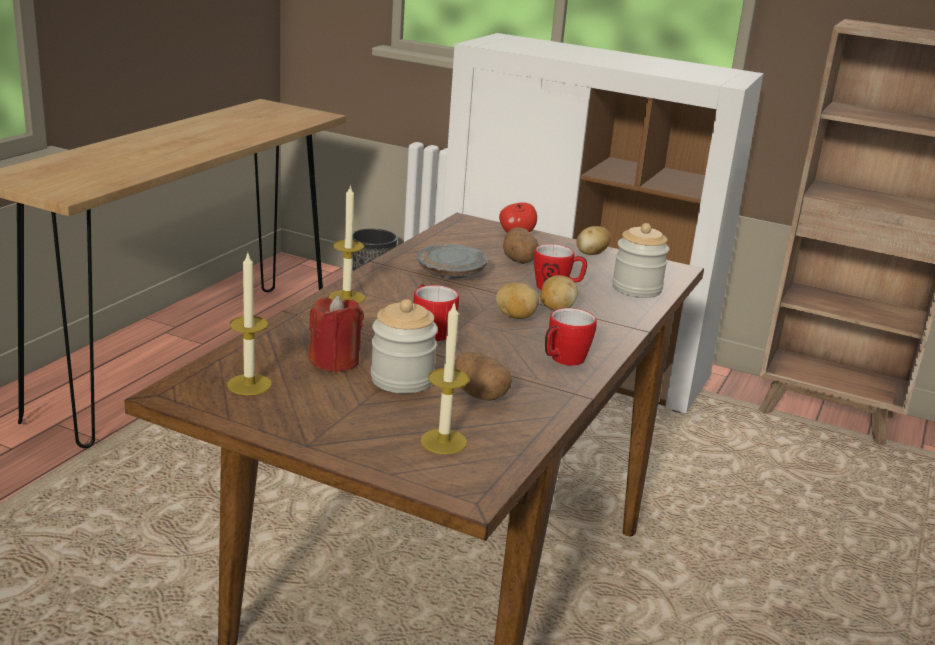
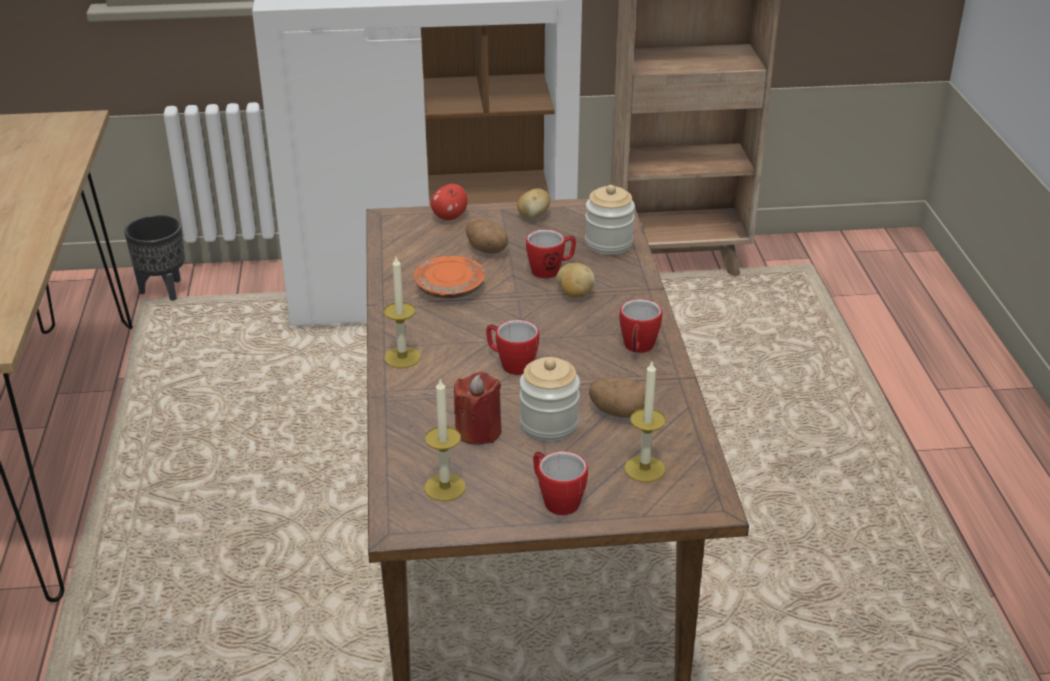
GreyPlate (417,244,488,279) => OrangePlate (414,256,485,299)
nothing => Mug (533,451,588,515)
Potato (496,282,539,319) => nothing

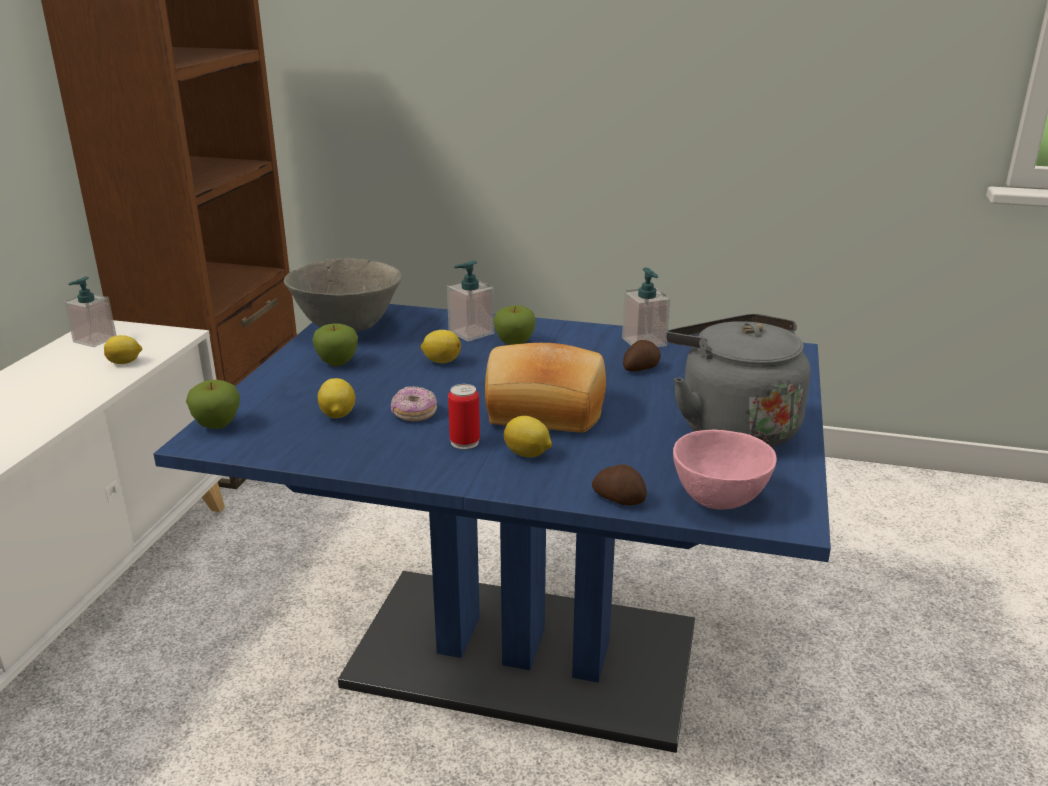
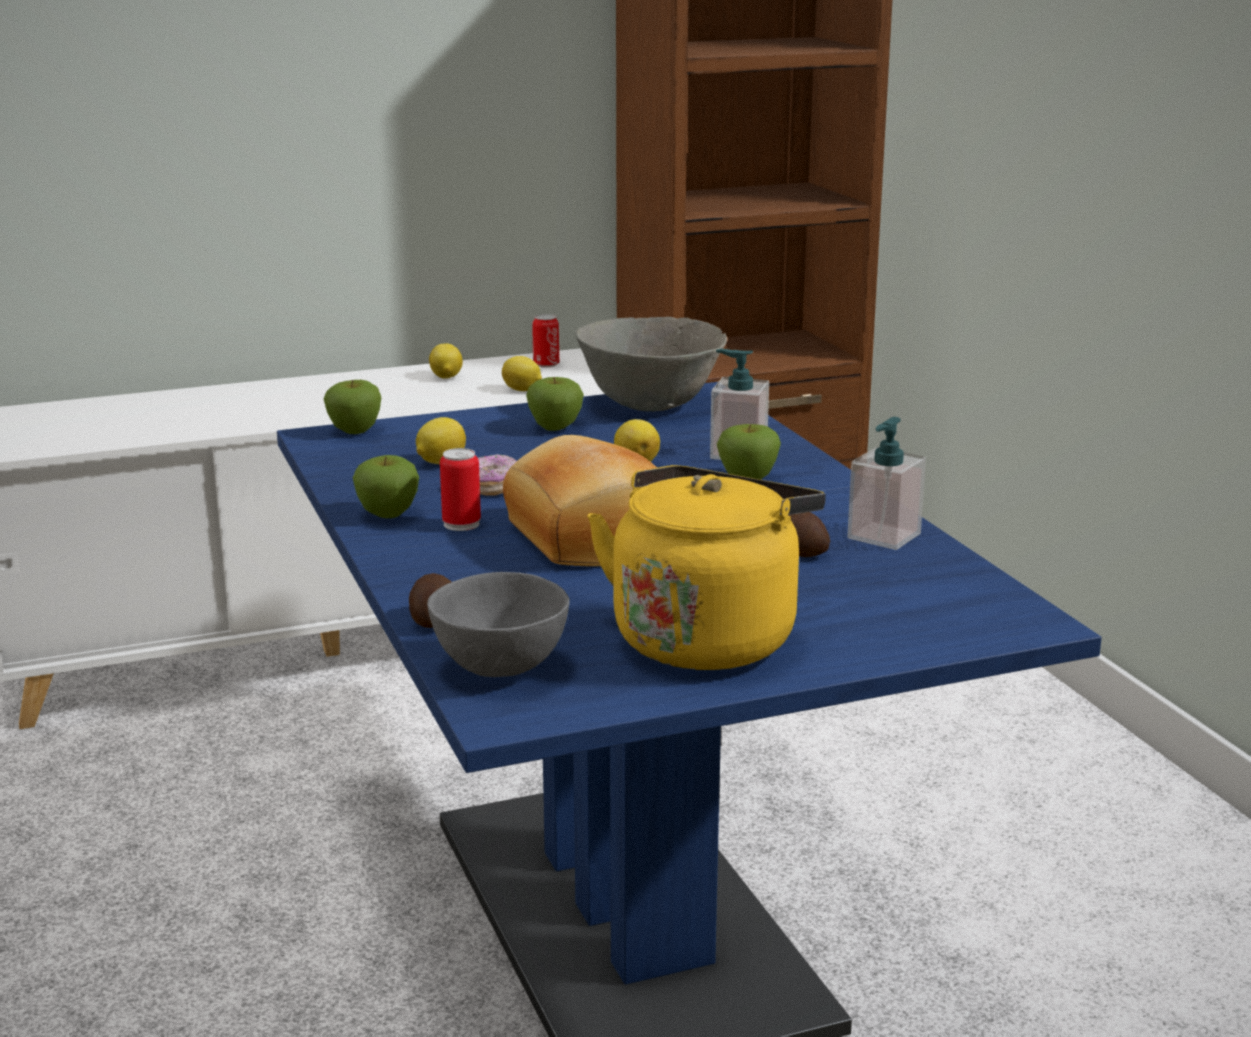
nothing => Apple (353,455,419,518)
PinkBowl (673,429,777,509) => GreyBowl (427,572,570,677)
Lemon (504,416,552,457) => Lemon (429,343,463,379), moved
SoapDispenser (64,276,117,347) => Can (532,314,559,367)
GreyKettle (666,314,810,448) => YellowKettle (587,465,826,670)

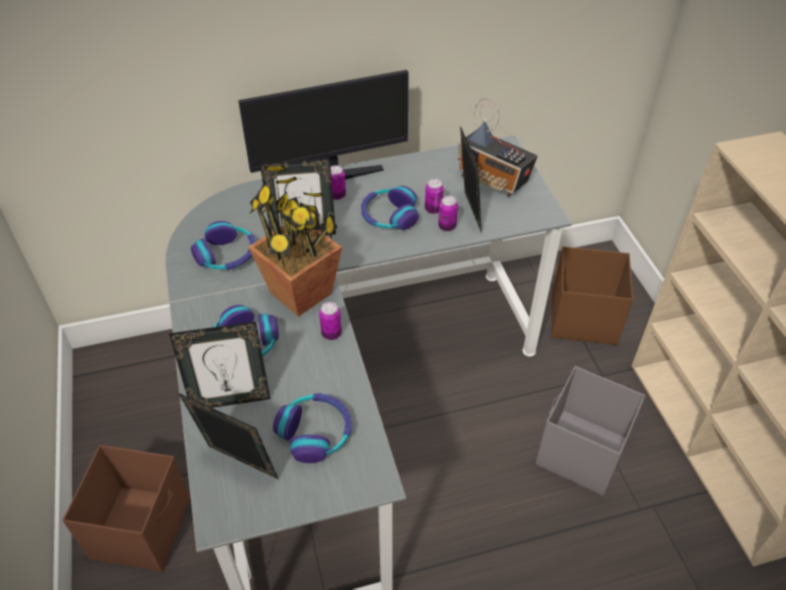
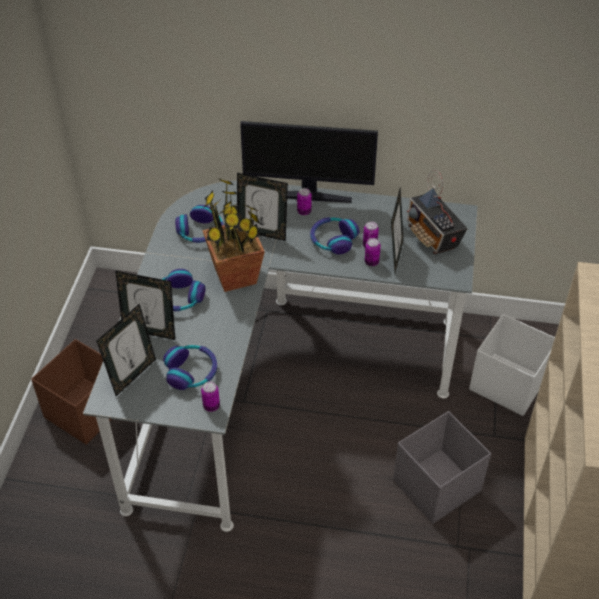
PictureFrame (178,393,278,479) => PictureFrame (96,303,156,396), 75 degrees clockwise
Can (319,302,342,340) => Can (201,381,220,412), moved
BrownStorageBox (551,246,633,345) => WhiteStorageBox (469,314,555,416)

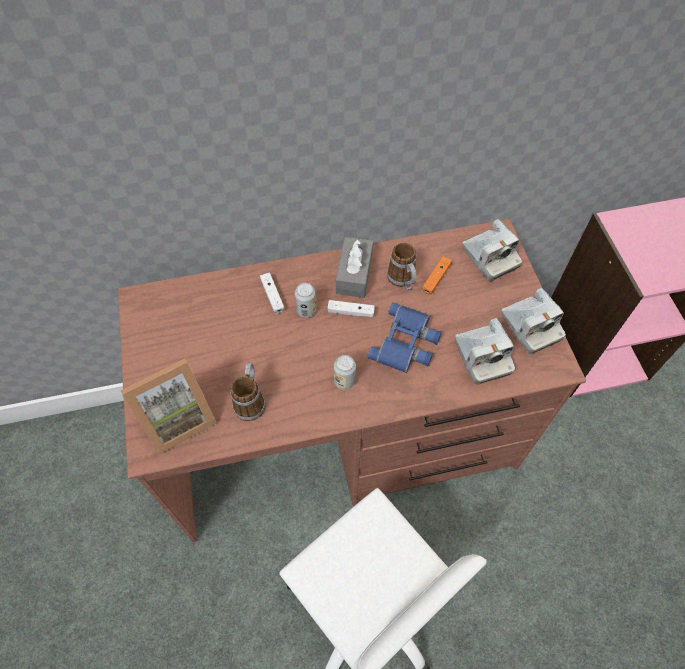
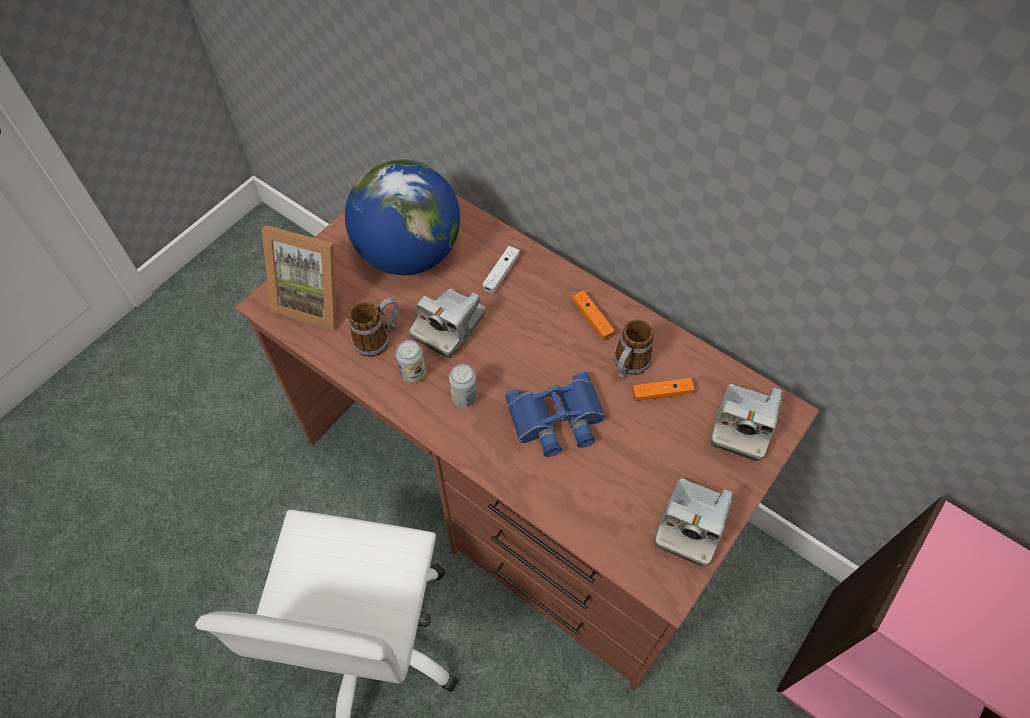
nothing => Globe (345,159,460,275)
Can (295,283,316,318) => Can (396,340,426,383), moved
PhotoCamera (455,318,515,385) => PhotoCamera (410,289,486,358), moved
GreyTissueBox (336,237,373,298) => OrangeGameController (572,290,615,341)
WhiteGameController (327,300,375,317) => nothing

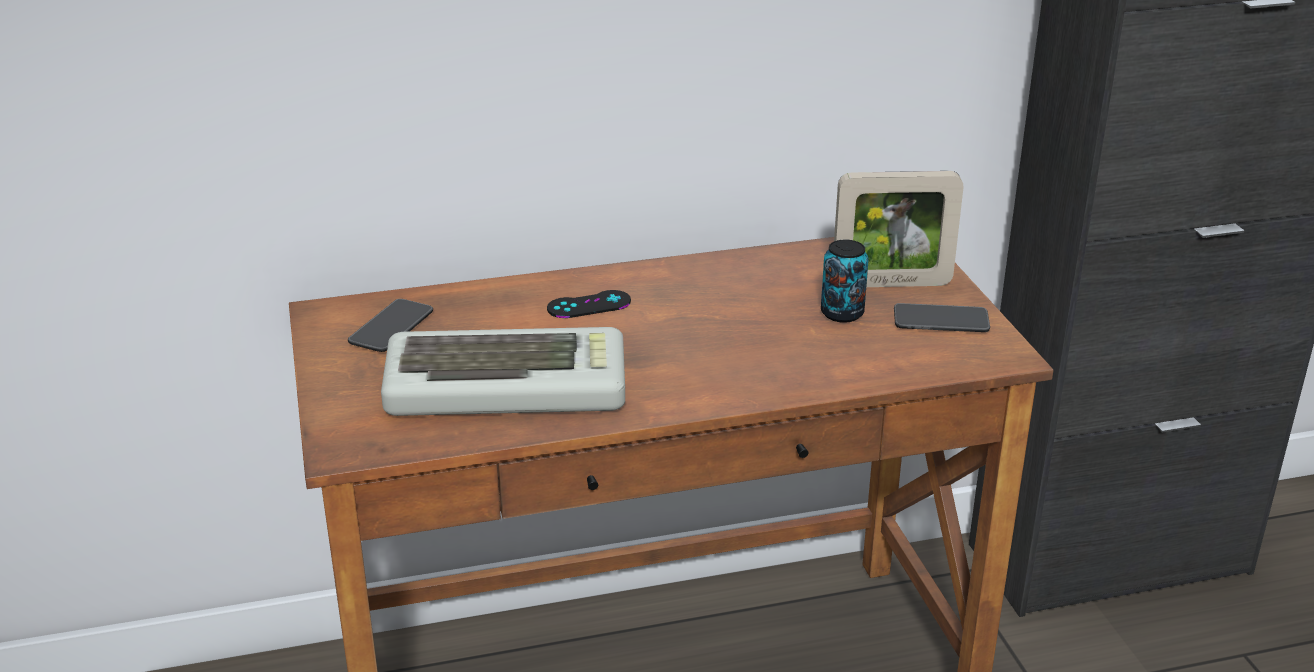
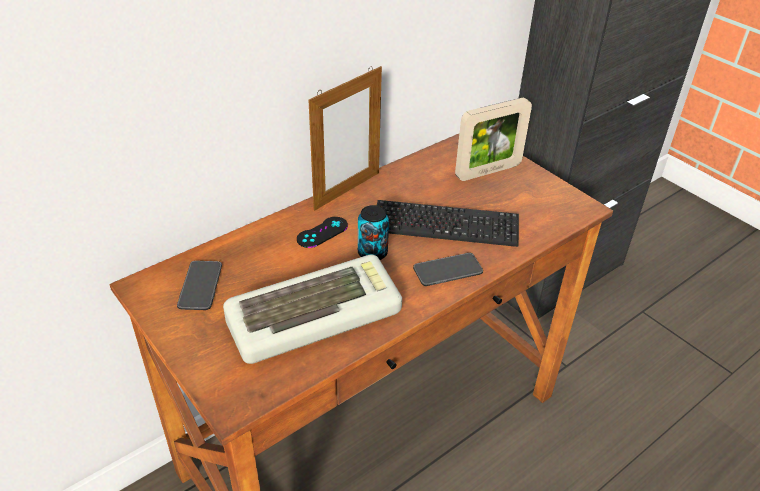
nothing => PictureFrame (308,66,382,211)
Can (821,240,869,323) => Can (358,205,389,260), moved
nothing => Keyboard (377,200,519,247)
Phone (894,303,990,332) => Phone (413,253,483,286), moved

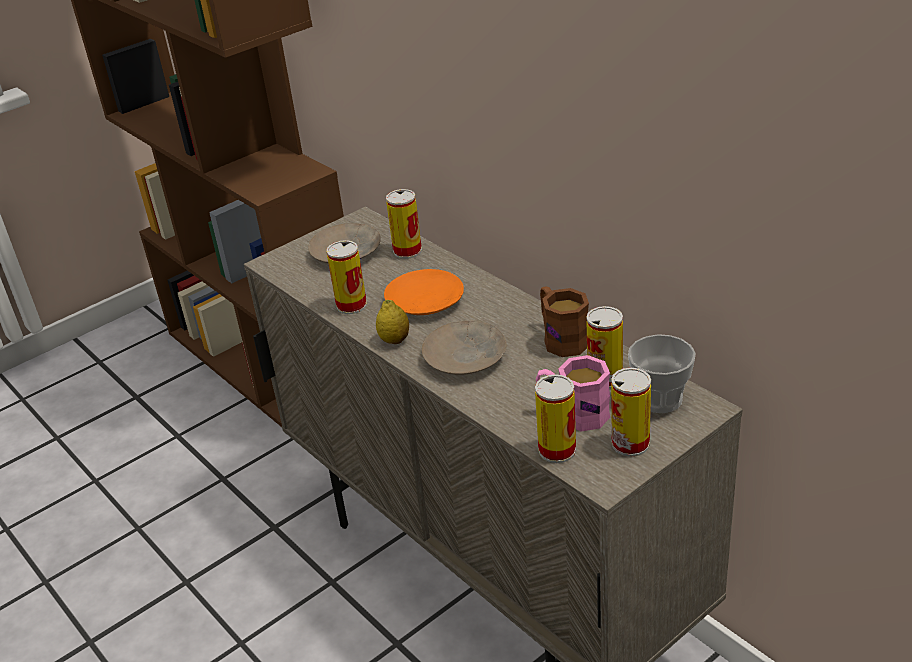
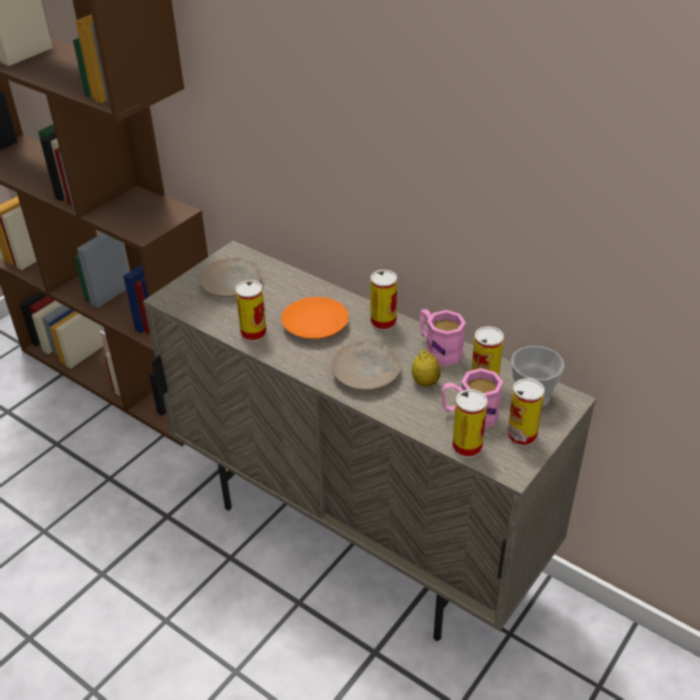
Can (386,189,422,259) => Can (370,270,397,331), moved
Lemon (376,300,409,344) => Lemon (412,350,440,386), moved
BrownMug (540,286,589,357) => PinkMug (420,309,466,367)

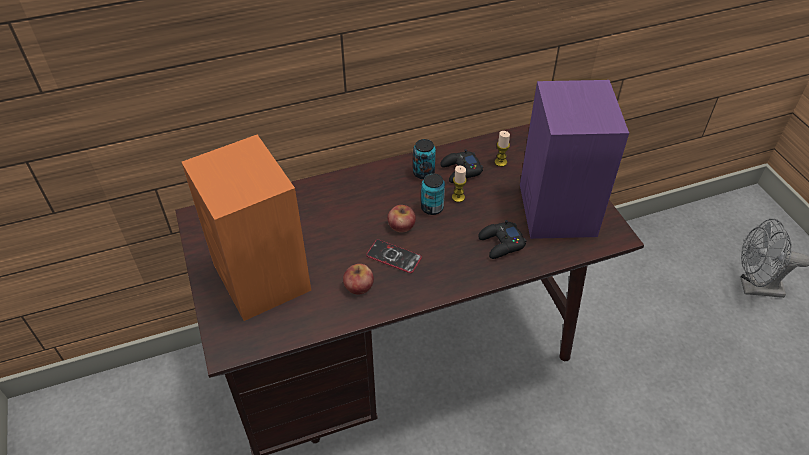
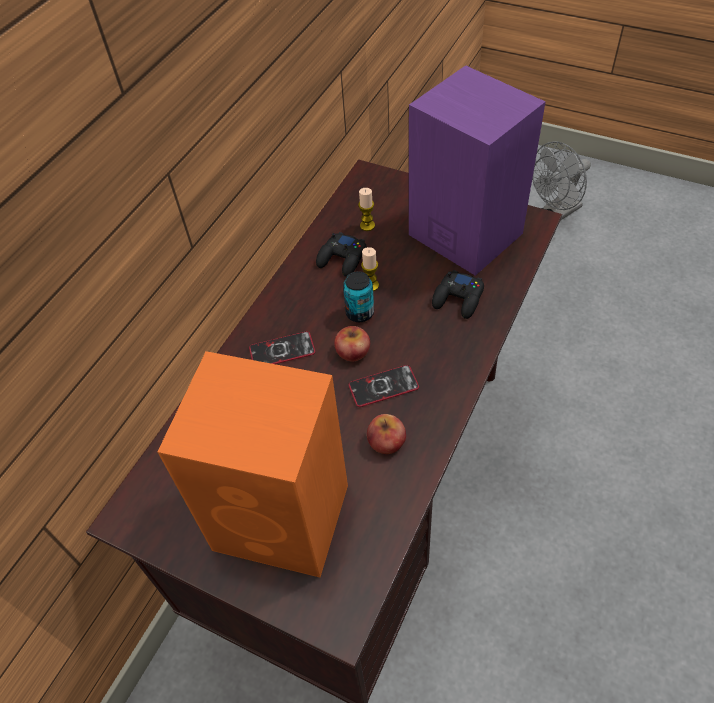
nothing => Phone (249,331,315,364)
Can (413,139,436,179) => nothing

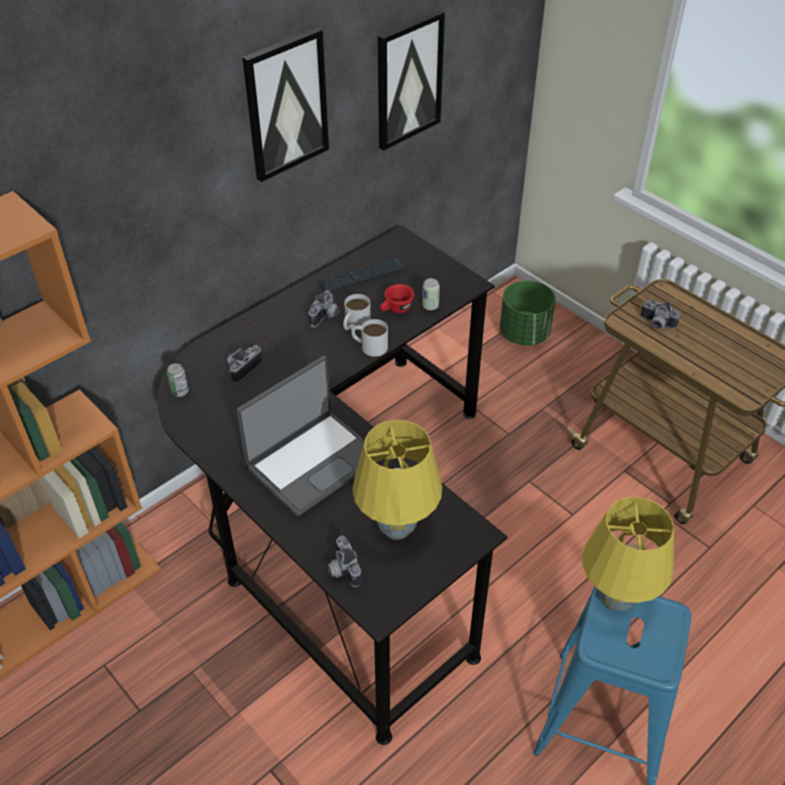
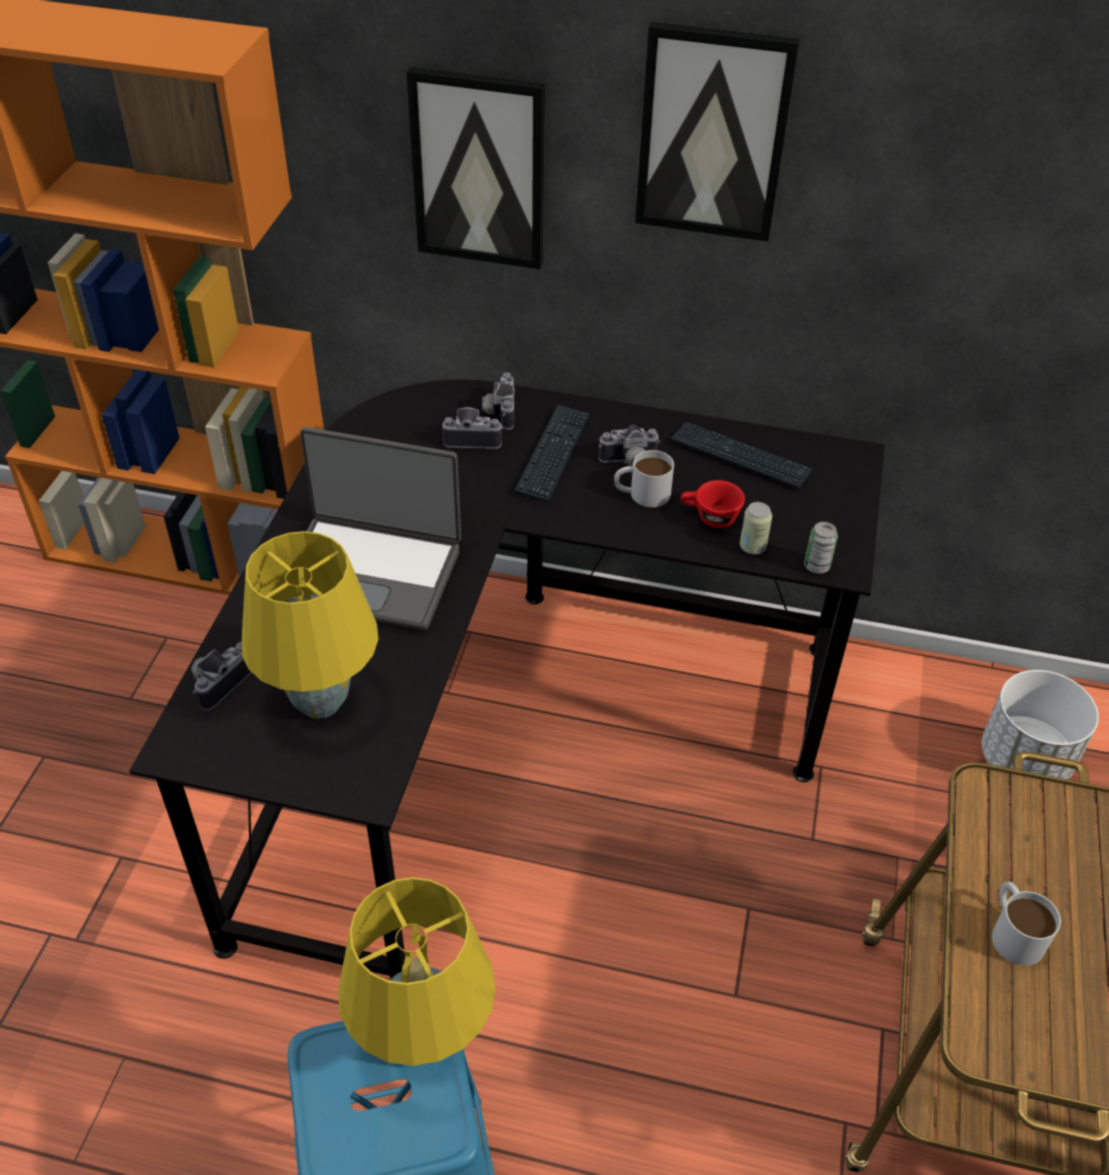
Picture (377,10,445,151) => Picture (406,66,545,269), moved
PhotoCamera (640,300,680,329) => PhotoCamera (482,372,515,430), moved
nothing => Keyboard (515,405,590,502)
Can (167,363,189,397) => Can (804,522,838,574), moved
GreenPlanter (500,280,556,346) => WhitePlanter (982,670,1099,780)
WhiteMug (351,319,388,357) => WhiteMug (992,882,1061,966), moved

